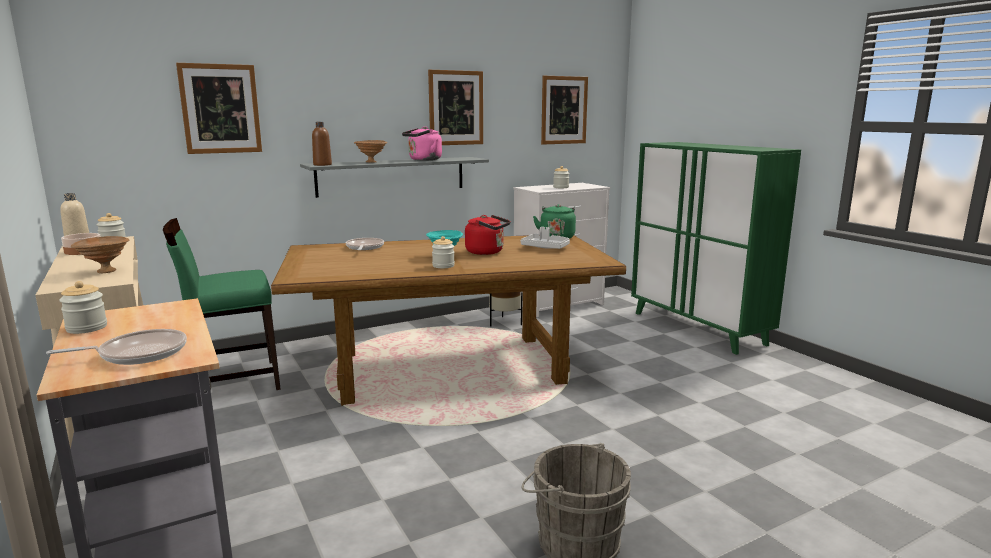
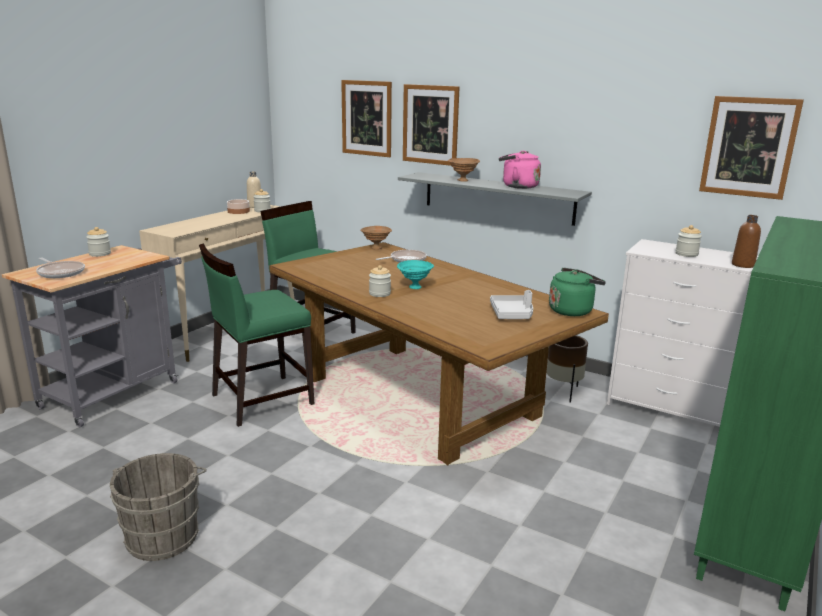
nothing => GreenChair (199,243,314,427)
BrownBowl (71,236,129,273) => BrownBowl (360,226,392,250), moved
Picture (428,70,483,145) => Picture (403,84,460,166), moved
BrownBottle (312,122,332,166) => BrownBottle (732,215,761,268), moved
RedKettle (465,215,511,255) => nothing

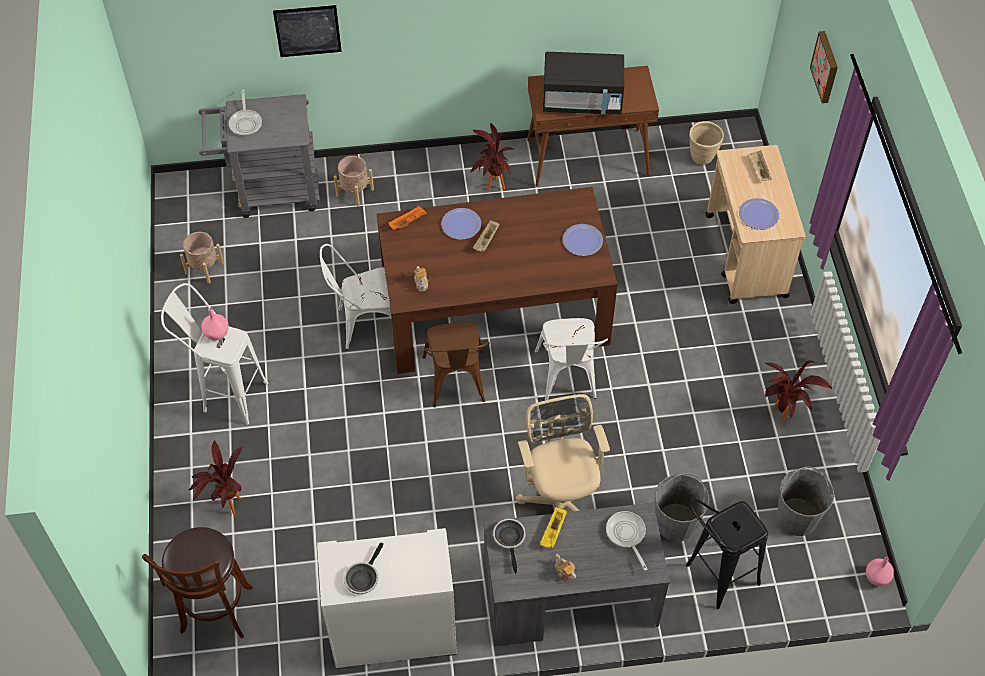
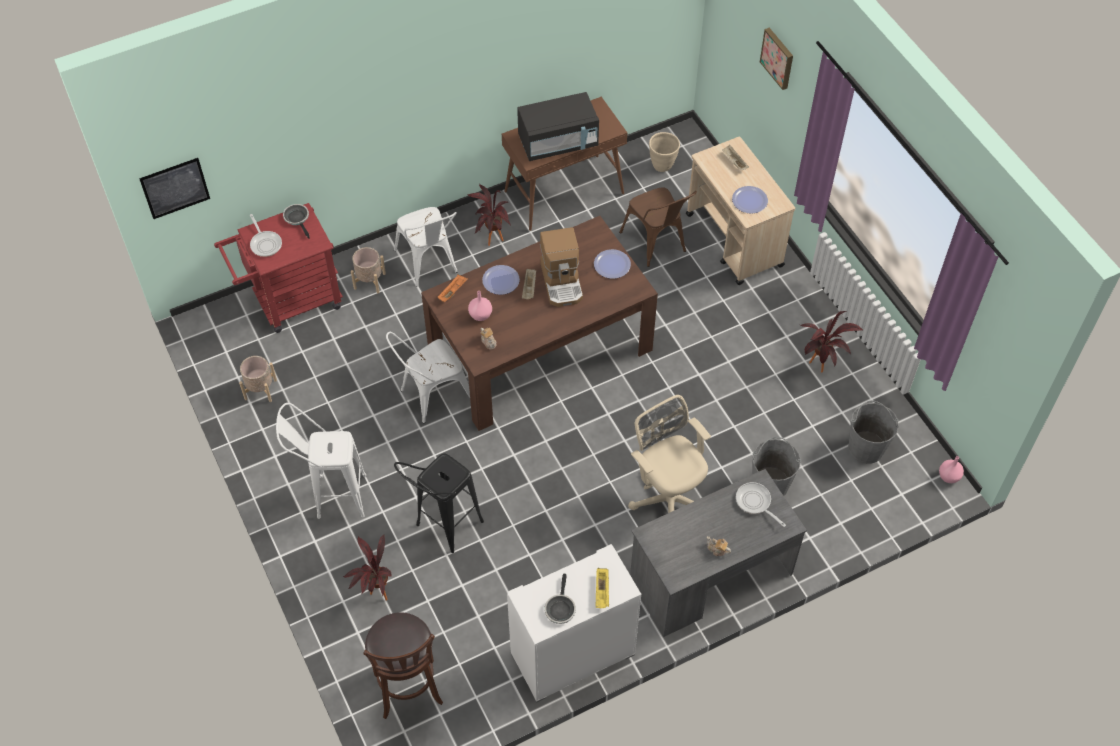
Picture (273,5,342,57) => Picture (139,158,210,219), moved
GreyCart (199,94,320,218) => RedCart (214,203,343,333)
FryingPan (493,519,526,573) => FryingPan (283,204,310,239), moved
WhiteChair (535,318,608,400) => WhiteChair (394,207,458,287), moved
BlackStool (686,498,768,609) => BlackStool (394,453,484,553), moved
PinkVase (202,308,229,341) => PinkVase (468,291,492,321), moved
nothing => CoffeeMachine (540,227,583,307)
YellowTray (540,506,567,548) => YellowTray (595,568,609,608), moved
BrownChair (422,322,490,407) => BrownChair (619,187,697,267), moved

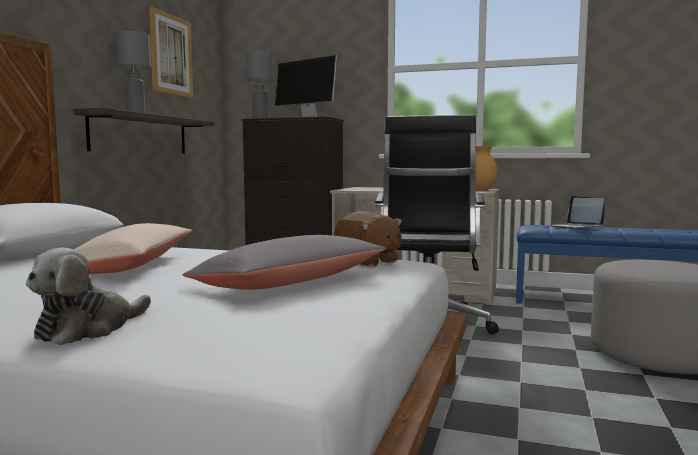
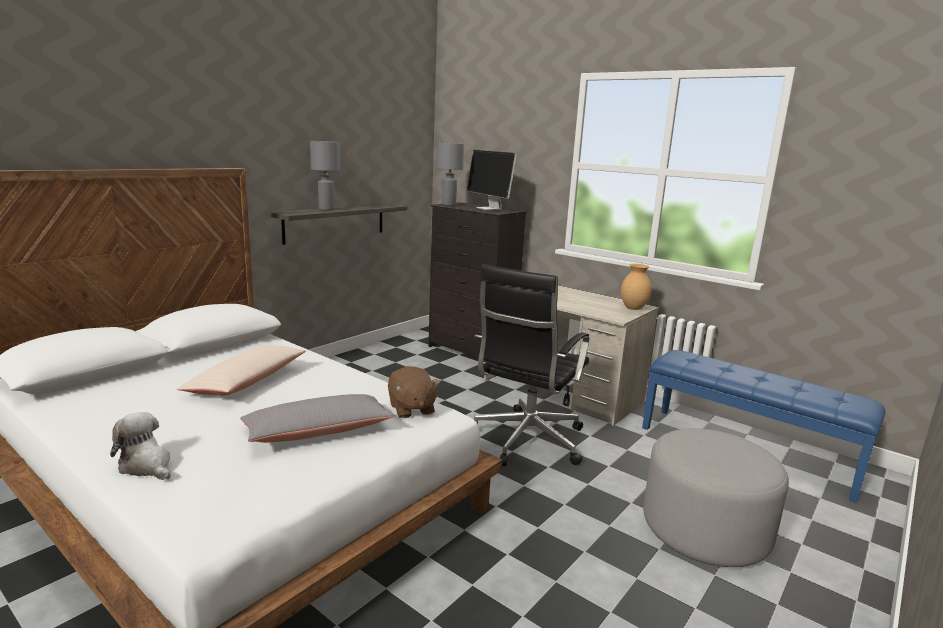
PlushToy (26,248,151,345) => PlushToy (110,412,171,480), 75 degrees clockwise
Picture (149,6,193,98) => nothing
Laptop (550,196,605,229) => nothing

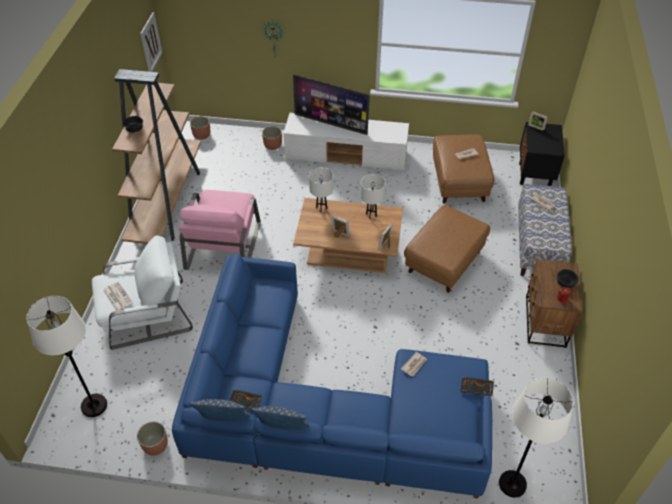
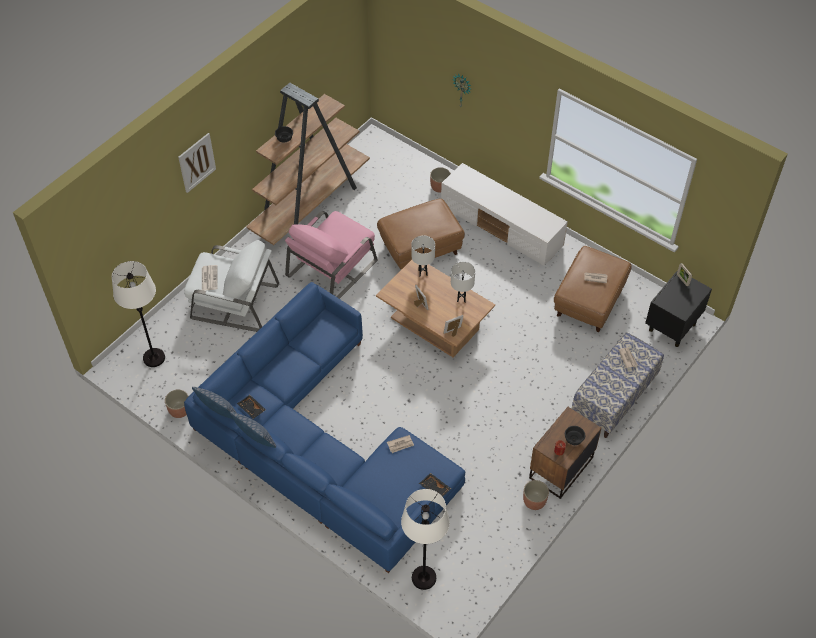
Picture (140,12,162,72) => Picture (178,133,216,193), moved
BrownOttoman (404,205,490,293) => BrownOttoman (377,199,465,270), moved
Planter (190,116,210,140) => Planter (523,480,549,510), moved
Television (293,74,370,135) => nothing

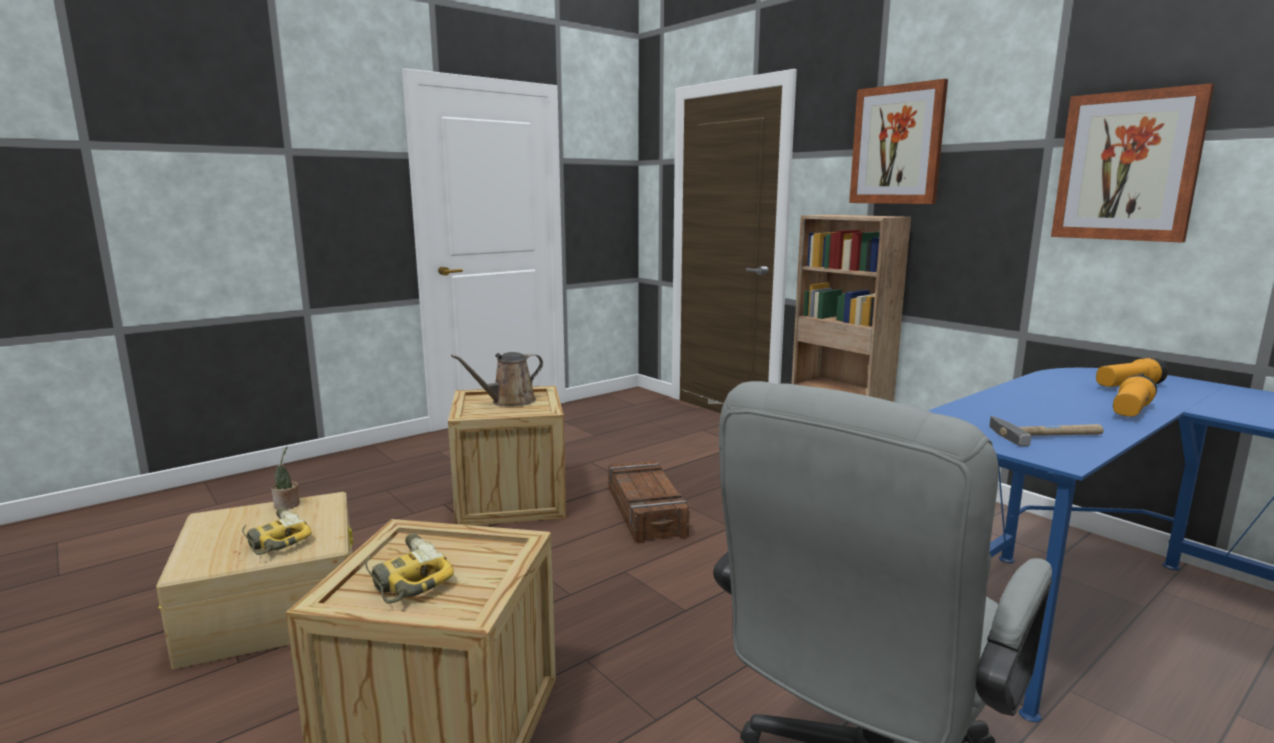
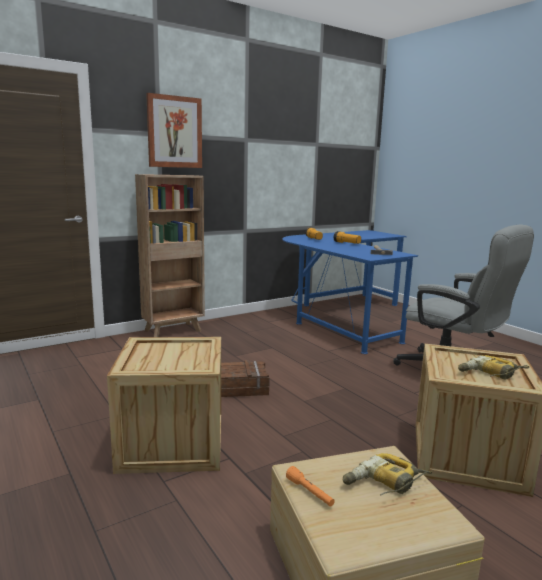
PottedPlant (272,446,300,510) => OrangeFlashlight (286,466,335,506)
BrownWateringCan (451,352,543,407) => nothing
Picture (1051,83,1215,243) => nothing

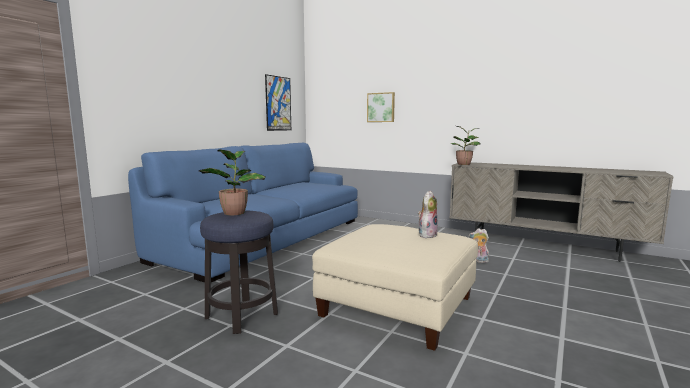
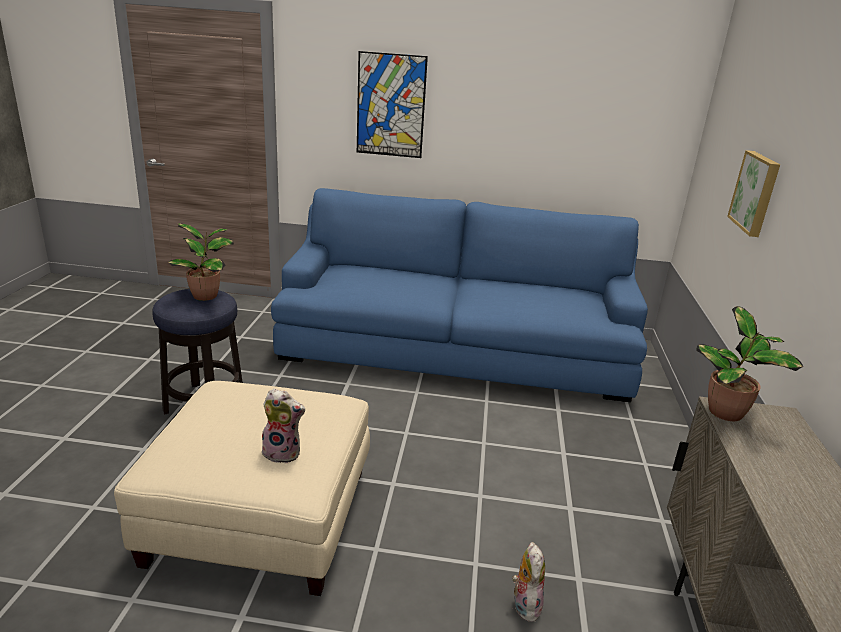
Picture (265,74,291,131) => Picture (357,51,428,158), moved

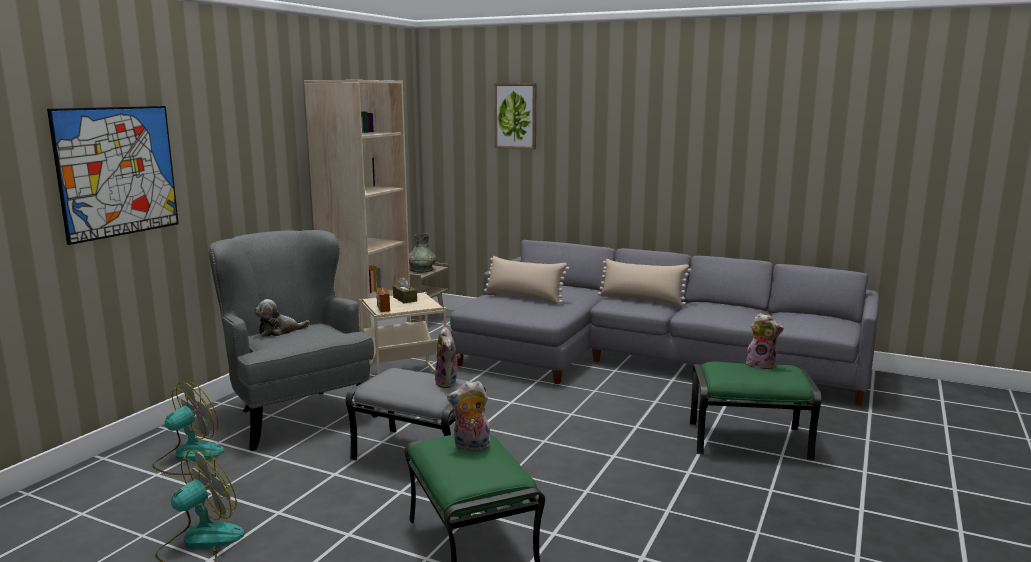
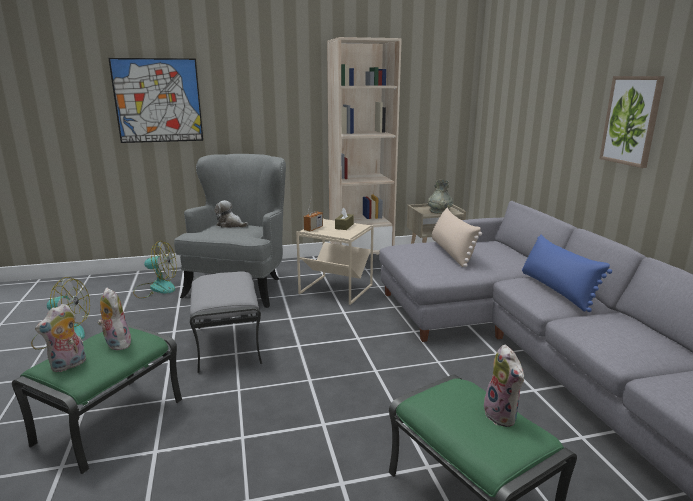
PlushToy (435,327,461,388) => PlushToy (35,304,86,372), moved
BeigePillow (598,259,691,306) => BluePillow (522,235,612,312)
Picture (494,83,536,149) => Picture (599,76,665,168), moved

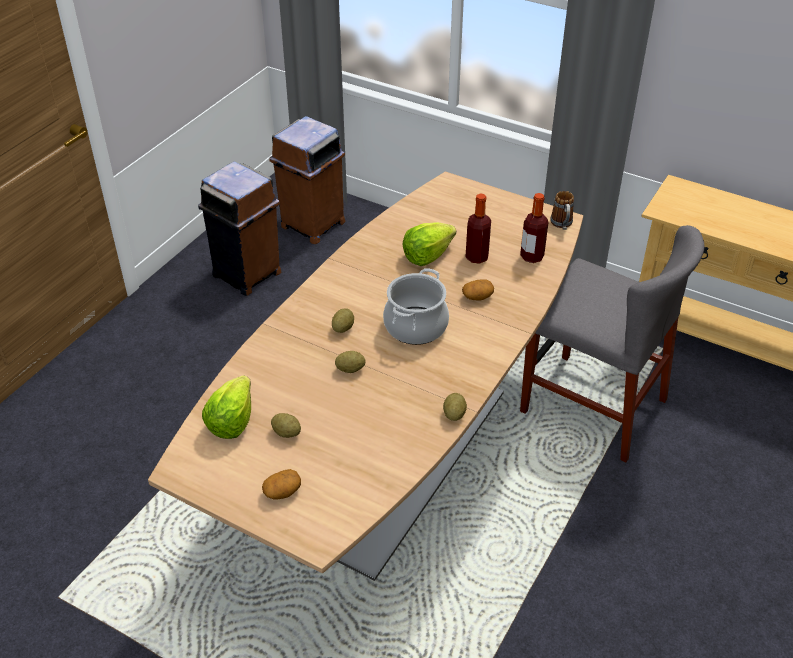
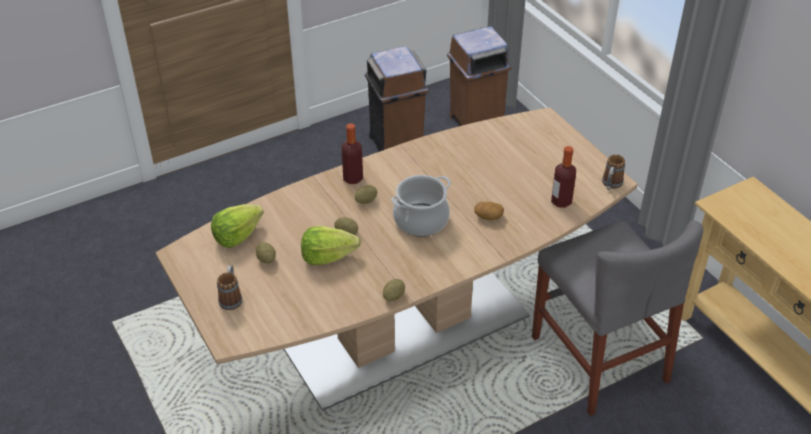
Potato (262,469,301,499) => Mug (217,265,242,310)
Lettuce (402,222,456,266) => Lettuce (301,226,361,265), moved
Bottle (465,194,491,264) => Bottle (341,123,363,184), moved

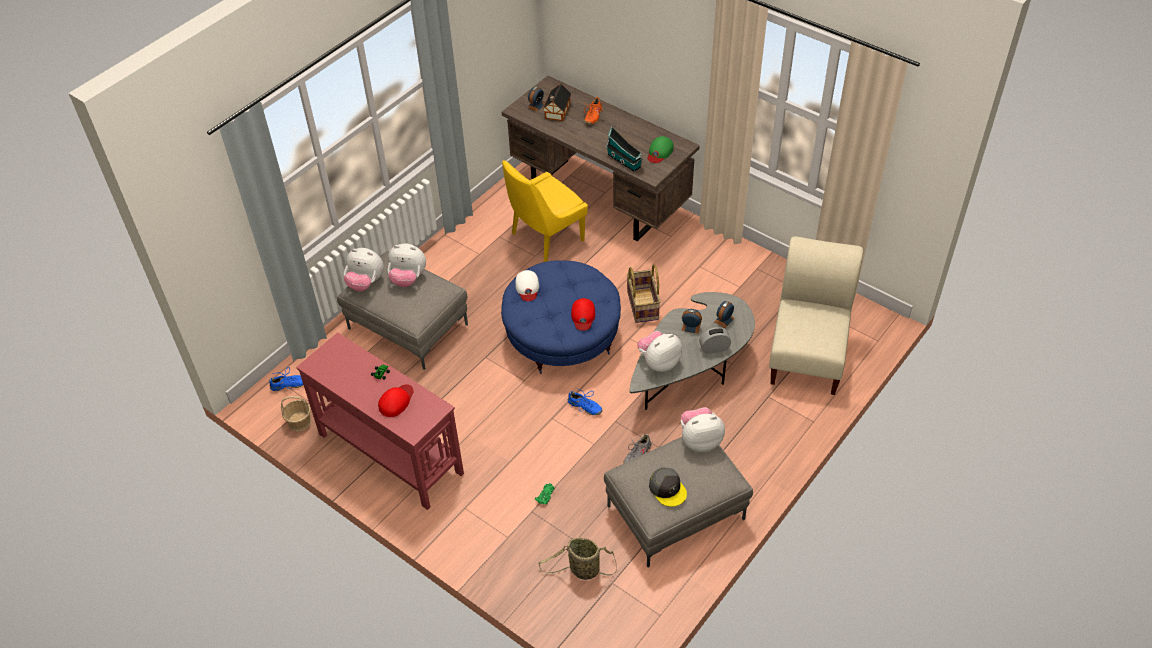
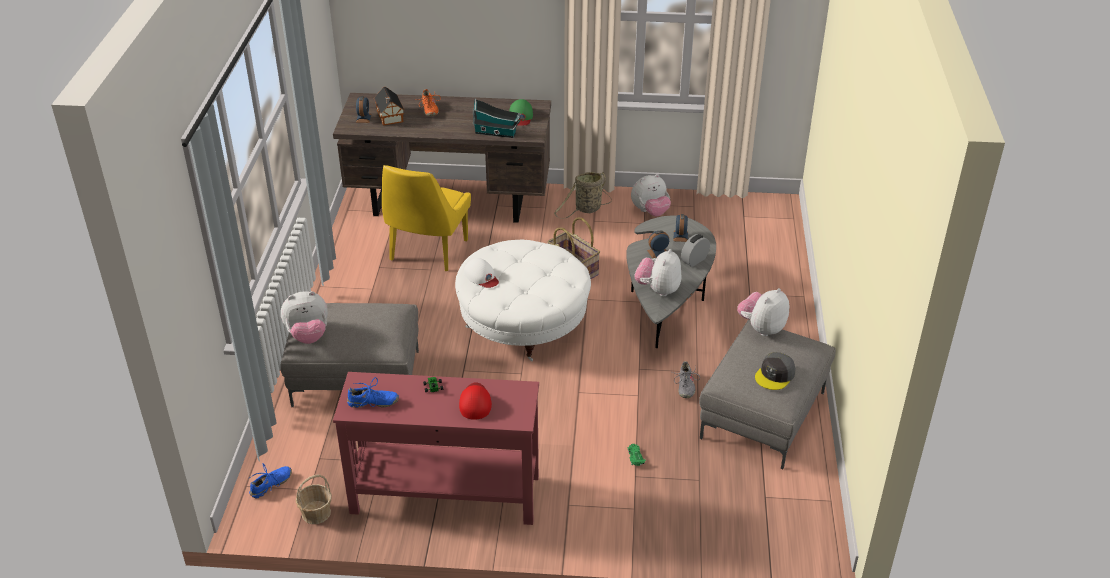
BlueShoe (568,388,602,415) => BlueShoe (347,377,399,408), moved
BlueOttoman (501,260,621,374) => WhiteOttoman (455,240,591,361)
Basket (538,538,617,580) => Basket (554,172,612,219), moved
PlushToy (387,244,426,287) => PlushToy (631,174,671,216), moved
GreyCap (649,468,687,507) => GreyCap (755,352,796,390), 105 degrees clockwise
RedCap (571,298,595,331) => nothing
BeigeChair (769,236,863,395) => nothing

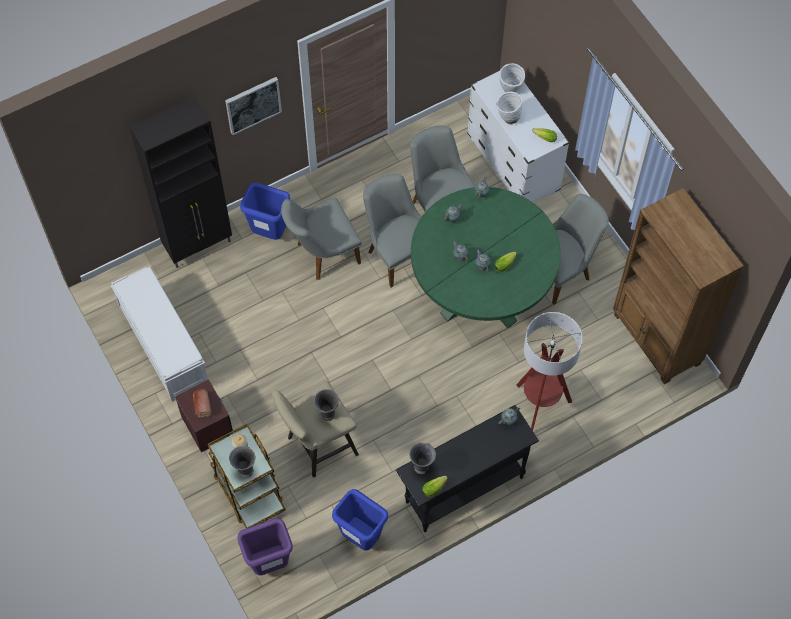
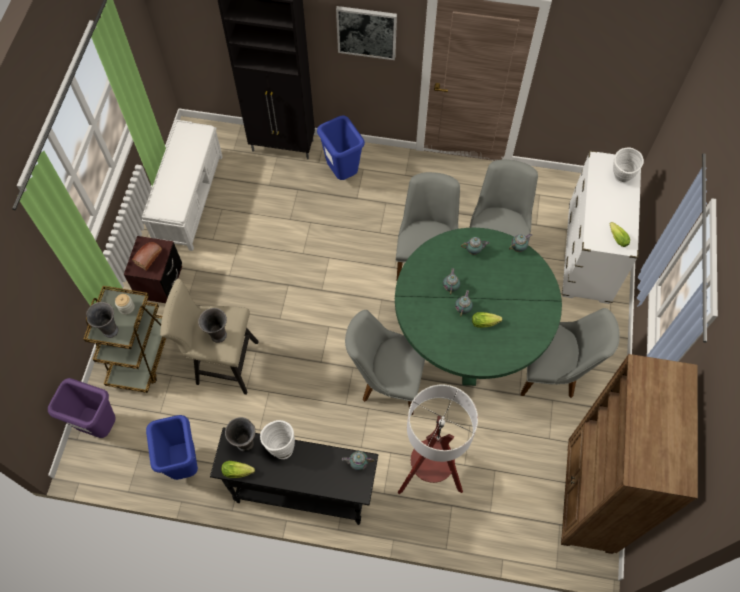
WhiteVase (496,92,522,126) => WhiteVase (260,420,295,459), moved
GreyChair (281,198,362,280) => GreyChair (345,310,425,415), moved

